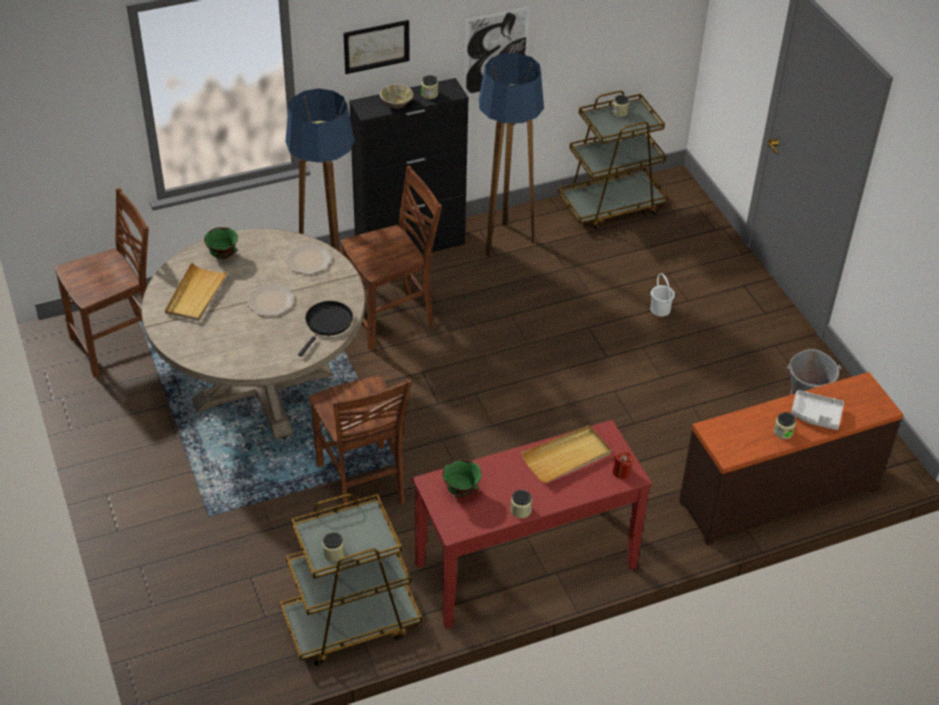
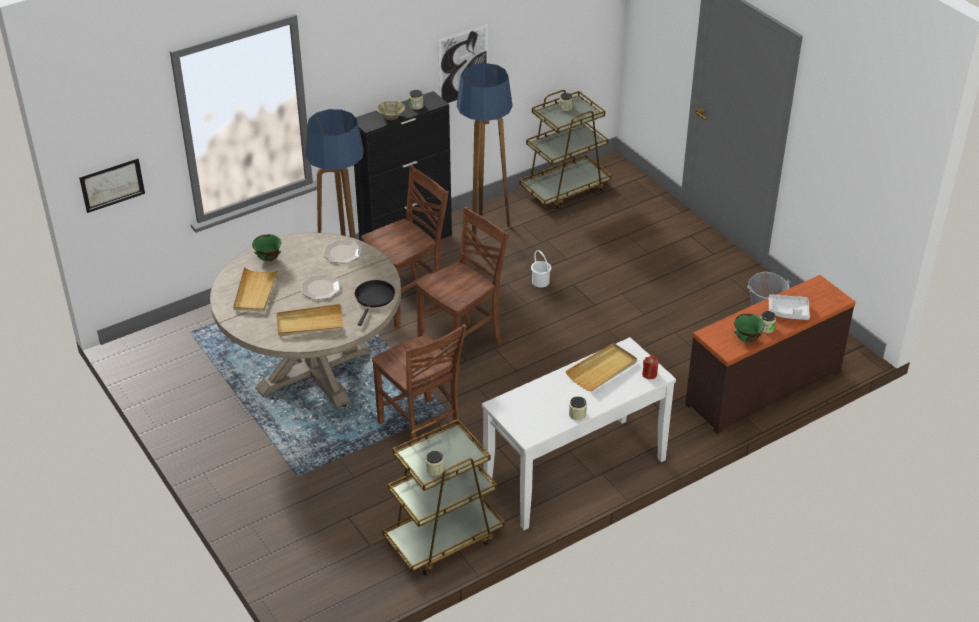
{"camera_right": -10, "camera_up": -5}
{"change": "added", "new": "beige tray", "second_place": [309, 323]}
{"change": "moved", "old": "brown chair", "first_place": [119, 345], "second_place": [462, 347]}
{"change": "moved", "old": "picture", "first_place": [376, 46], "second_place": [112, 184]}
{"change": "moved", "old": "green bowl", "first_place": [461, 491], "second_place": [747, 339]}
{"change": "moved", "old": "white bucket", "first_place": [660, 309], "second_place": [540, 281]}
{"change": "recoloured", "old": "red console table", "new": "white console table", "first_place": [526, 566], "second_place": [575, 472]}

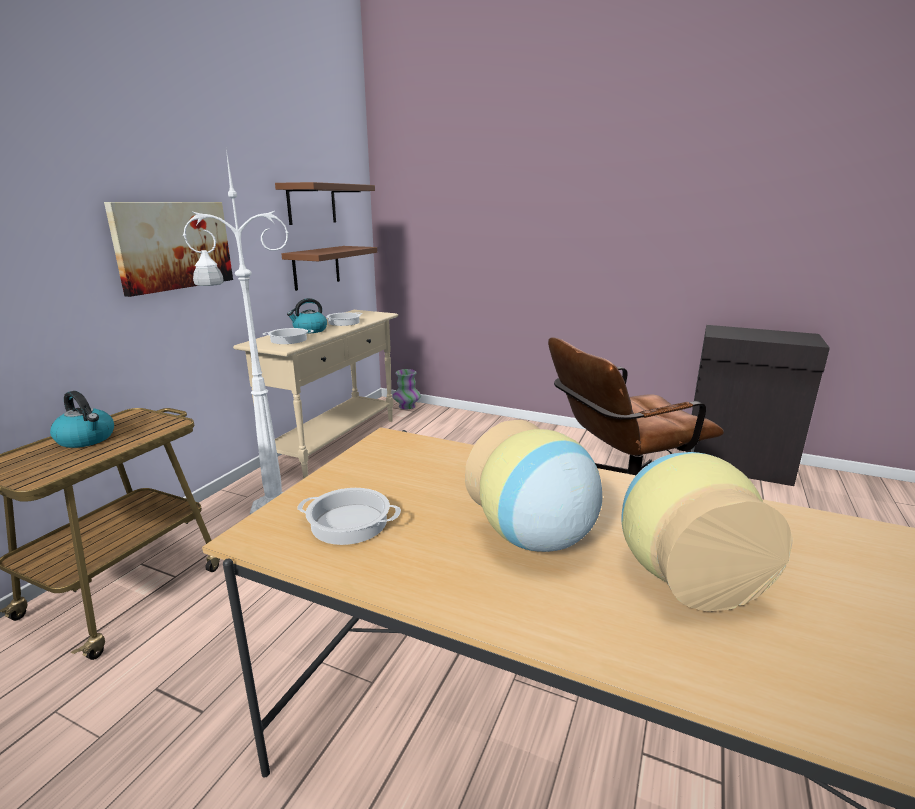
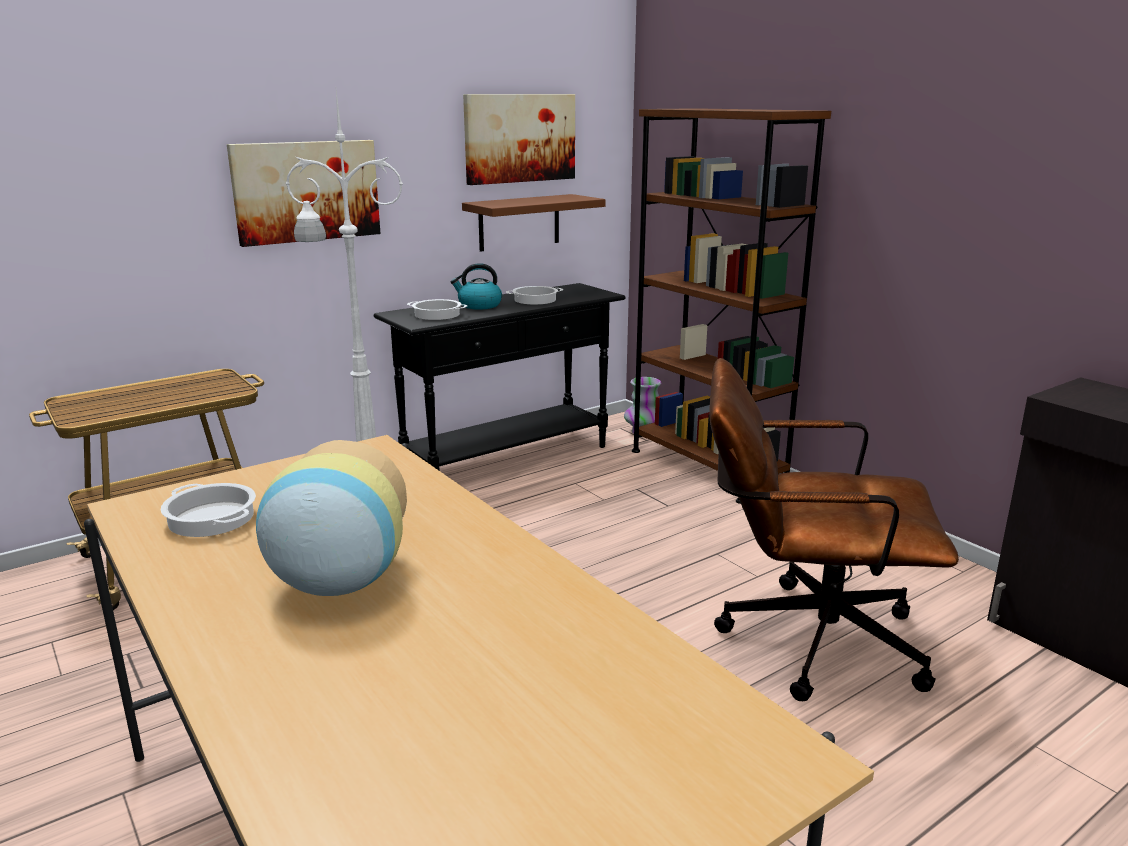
{"camera_right": 30, "camera_up": 0}
{"change": "removed", "old": "kettle", "first_place": [87, 439]}
{"change": "removed", "old": "vase", "first_place": [682, 574]}
{"change": "added", "new": "brown bookcase", "second_place": [707, 467]}
{"change": "replaced", "old": "brown shelf", "new": "picture", "first_place": [311, 204], "second_place": [519, 138]}
{"change": "recoloured", "old": "beige console table", "new": "black console table", "first_place": [335, 442], "second_place": [508, 459]}

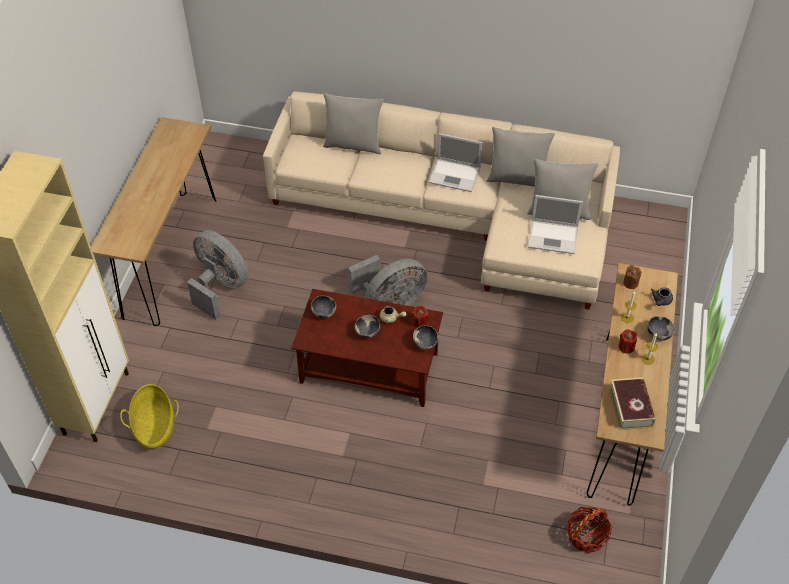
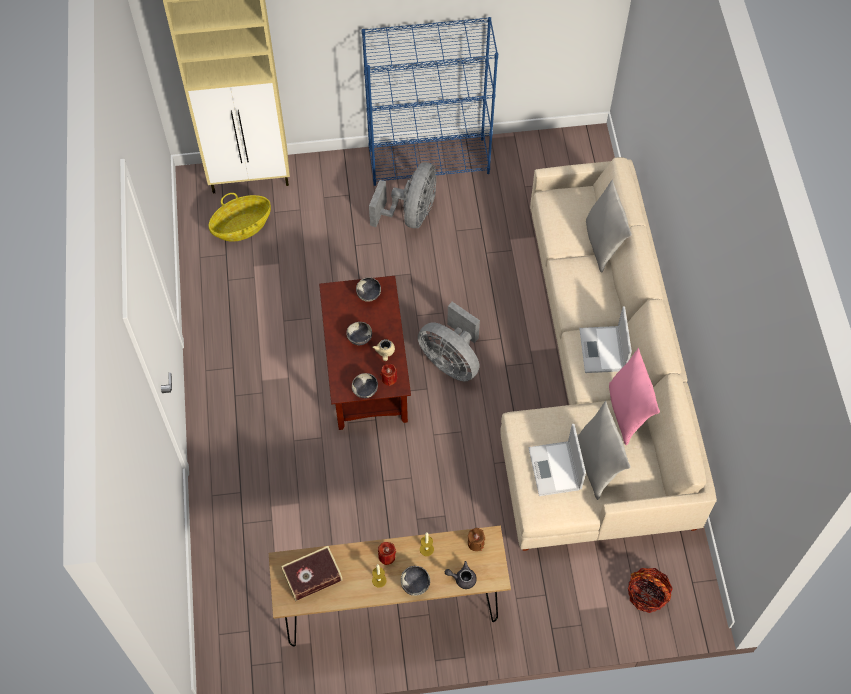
{"camera_right": 70, "camera_up": 10}
{"change": "moved", "old": "basket", "first_place": [586, 535], "second_place": [647, 594]}
{"change": "replaced", "old": "brown console table", "new": "blue bookcase", "first_place": [170, 257], "second_place": [429, 161]}
{"change": "recoloured", "old": "grey pillow", "new": "pink pillow", "first_place": [517, 179], "second_place": [627, 412]}

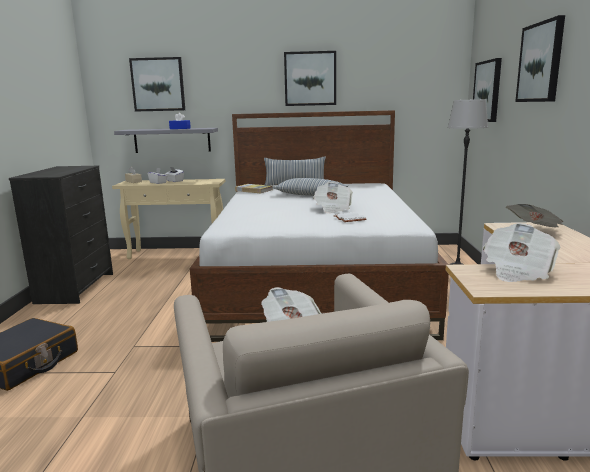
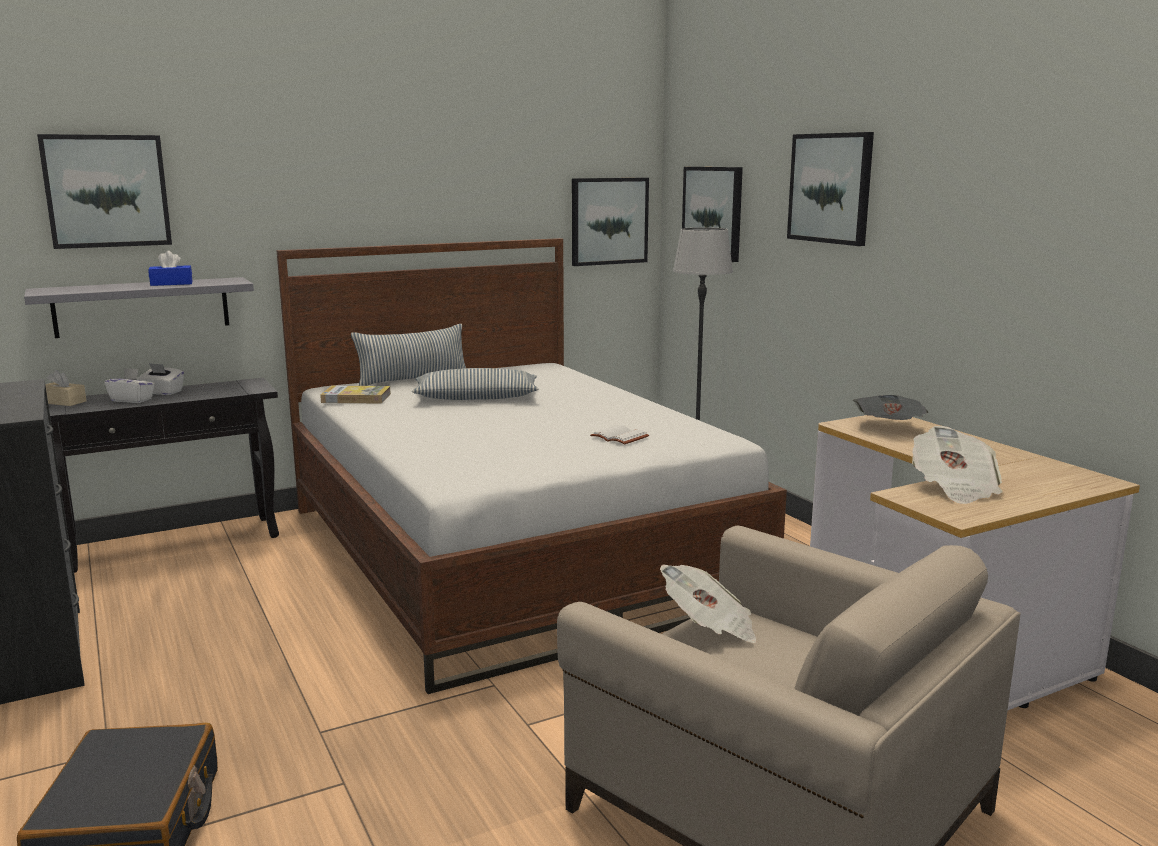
{"camera_right": -30, "camera_up": 0}
{"change": "removed", "old": "newspaper", "first_place": [333, 209]}
{"change": "moved", "old": "picture", "first_place": [310, 79], "second_place": [609, 221]}
{"change": "recoloured", "old": "beige console table", "new": "black console table", "first_place": [178, 254], "second_place": [176, 543]}

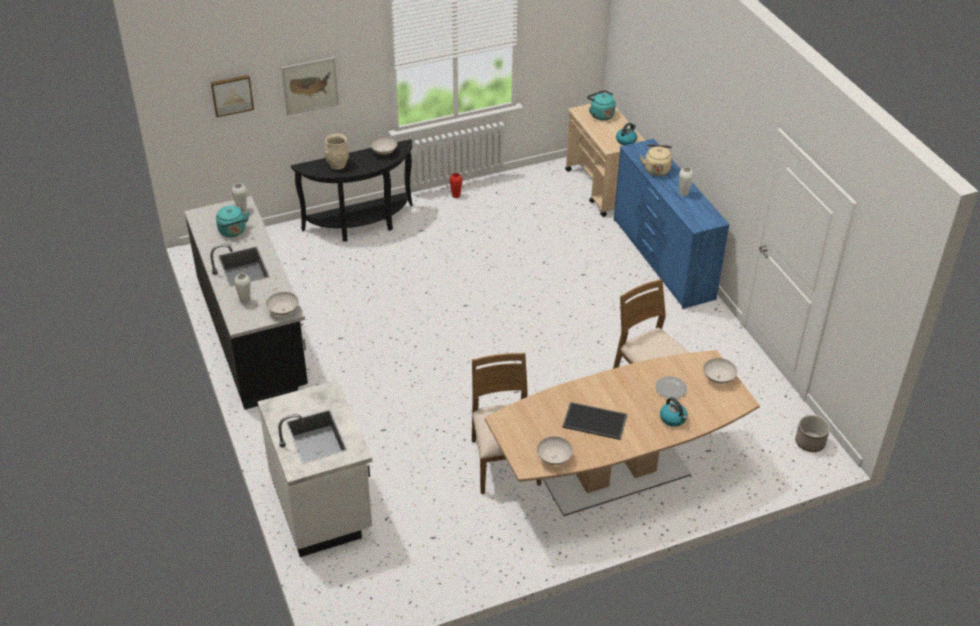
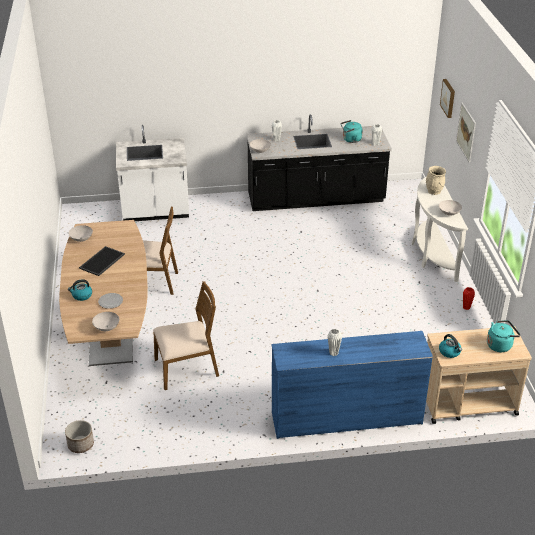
{"camera_right": 105, "camera_up": -5}
{"change": "removed", "old": "beige kettle", "first_place": [656, 169]}
{"change": "recoloured", "old": "black console table", "new": "white console table", "first_place": [361, 225], "second_place": [431, 254]}

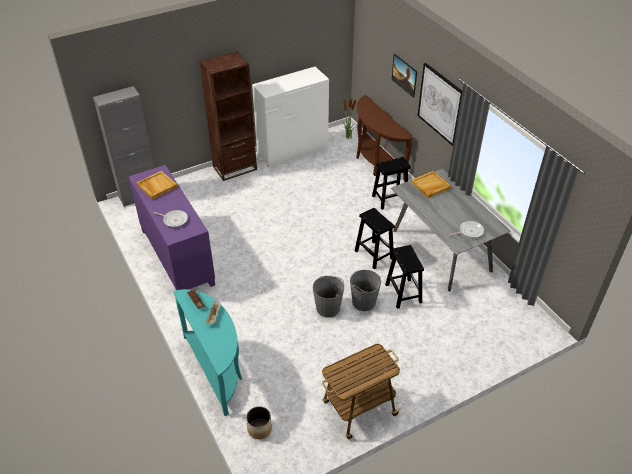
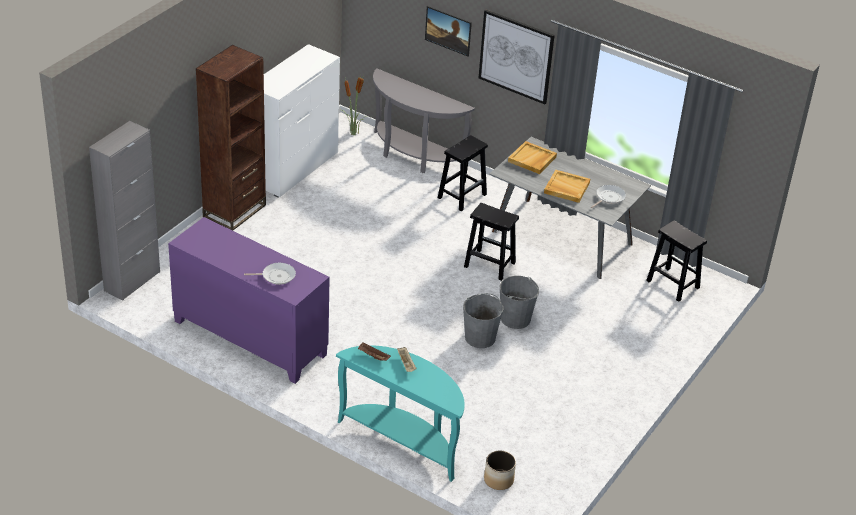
{"camera_right": -30, "camera_up": -5}
{"change": "removed", "old": "cart", "first_place": [358, 409]}
{"change": "moved", "old": "beige tray", "first_place": [156, 186], "second_place": [566, 188]}
{"change": "moved", "old": "black stool", "first_place": [403, 293], "second_place": [672, 284]}
{"change": "recoloured", "old": "brown console table", "new": "grey console table", "first_place": [375, 162], "second_place": [412, 156]}

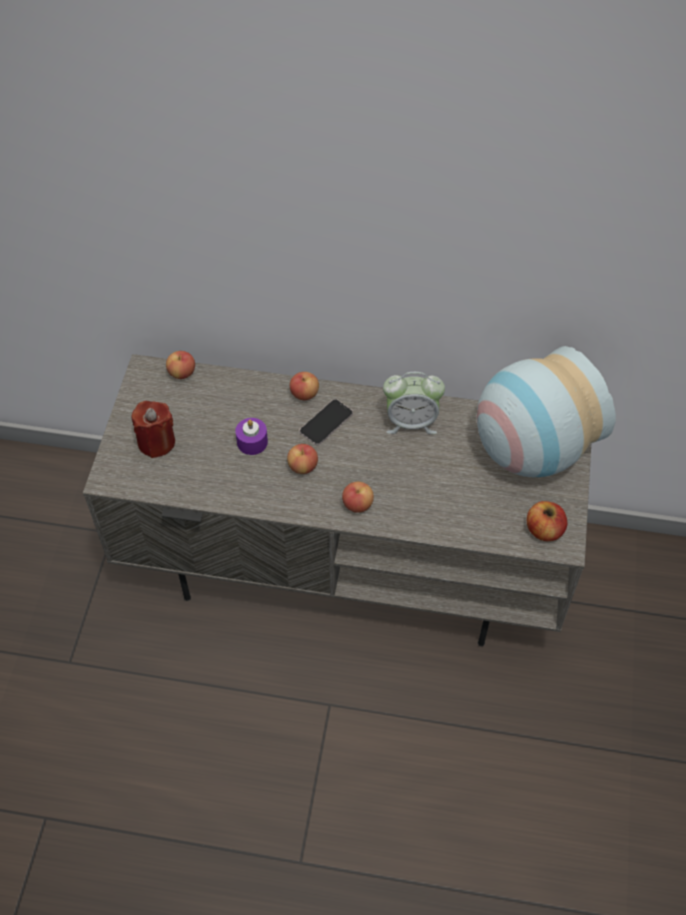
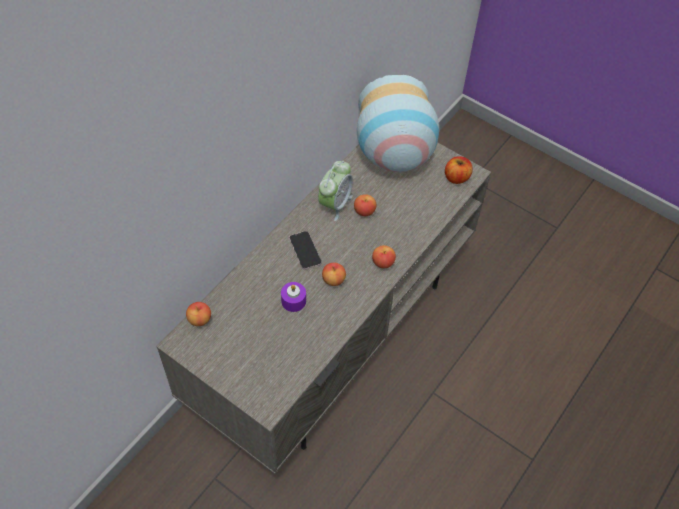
{"camera_right": -65, "camera_up": 0}
{"change": "removed", "old": "red candle", "first_place": [156, 442]}
{"change": "moved", "old": "apple", "first_place": [304, 394], "second_place": [364, 211]}

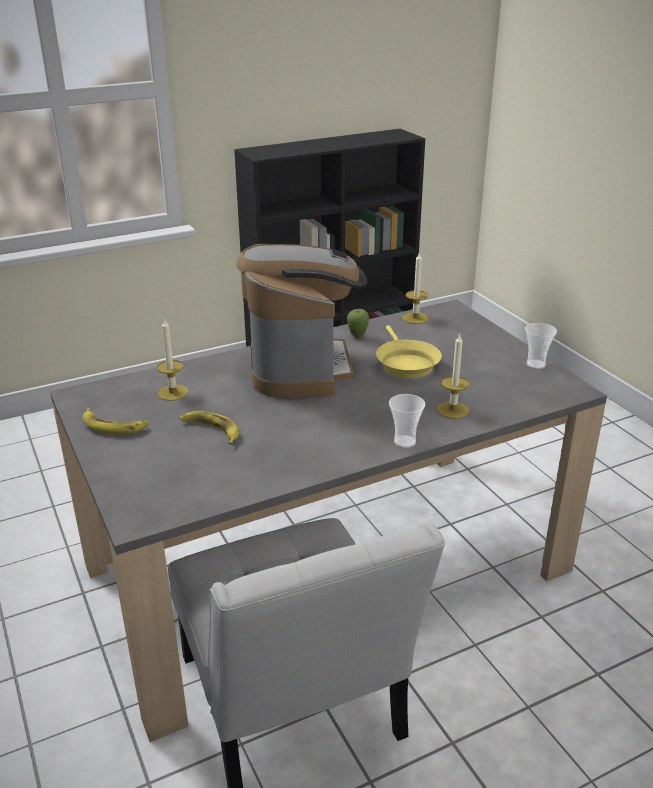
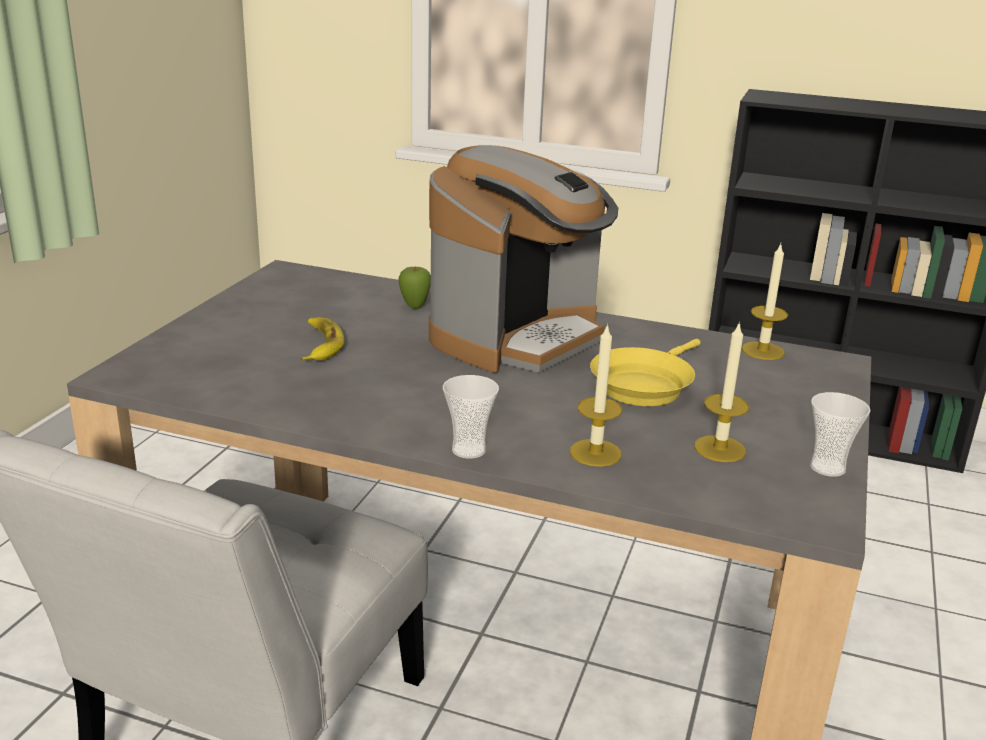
{"camera_right": 45, "camera_up": -5}
{"change": "removed", "old": "banana", "first_place": [114, 426]}
{"change": "moved", "old": "candle", "first_place": [173, 392], "second_place": [719, 449]}
{"change": "moved", "old": "apple", "first_place": [357, 336], "second_place": [414, 306]}

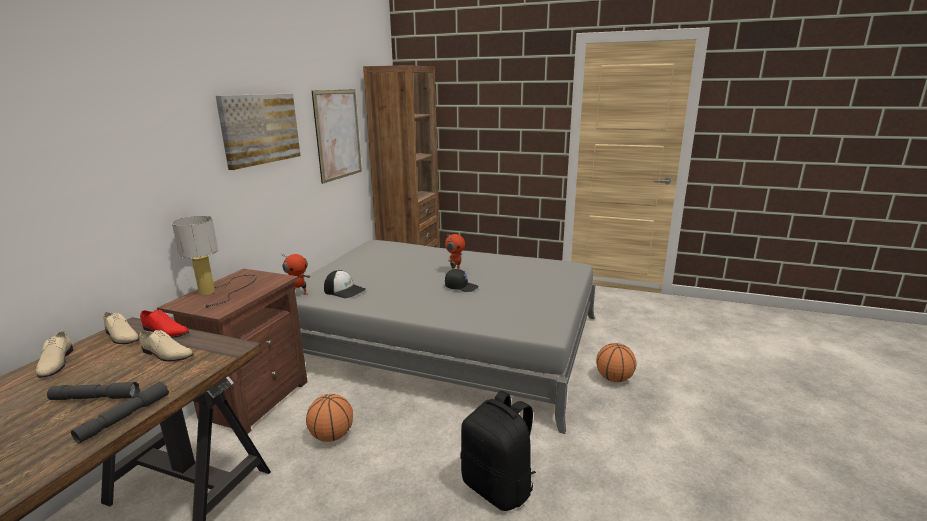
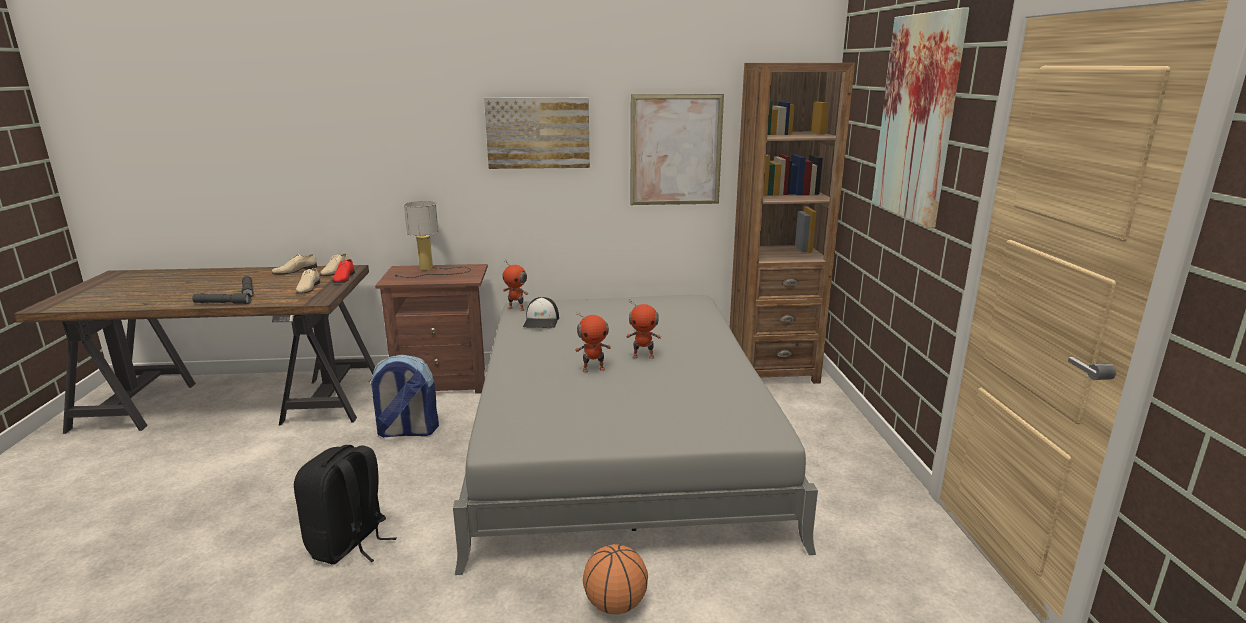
{"camera_right": 65, "camera_up": 0}
{"change": "added", "new": "picture", "second_place": [917, 118]}
{"change": "replaced", "old": "basketball", "new": "backpack", "first_place": [332, 436], "second_place": [406, 431]}
{"change": "replaced", "old": "black cap", "new": "toy robot", "first_place": [461, 287], "second_place": [593, 369]}

